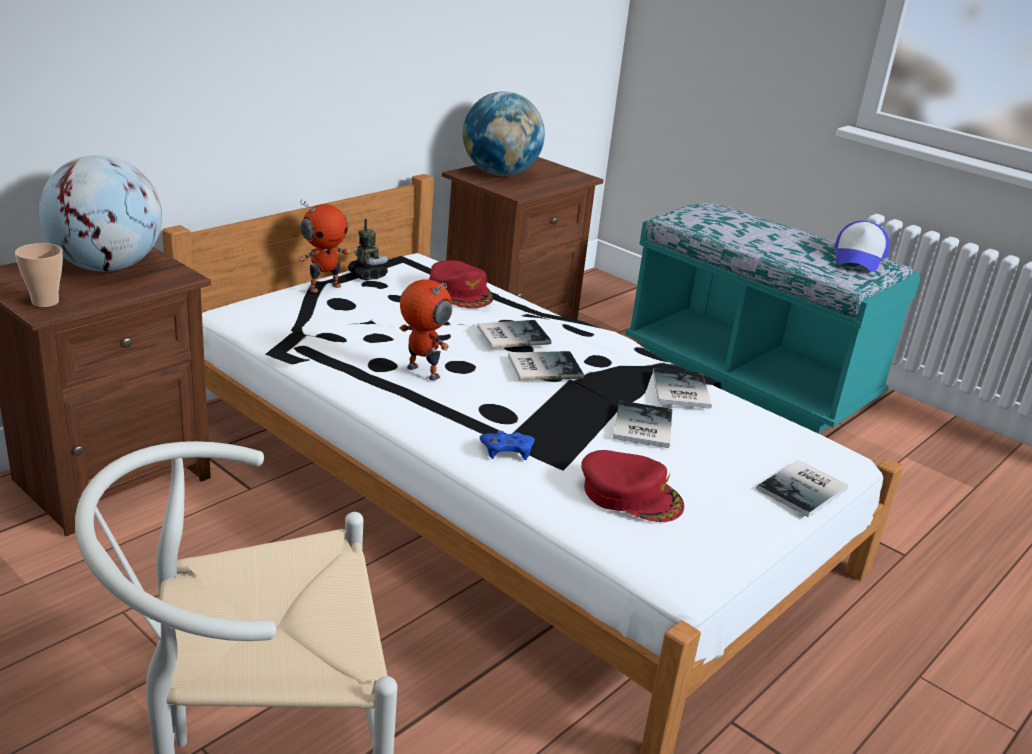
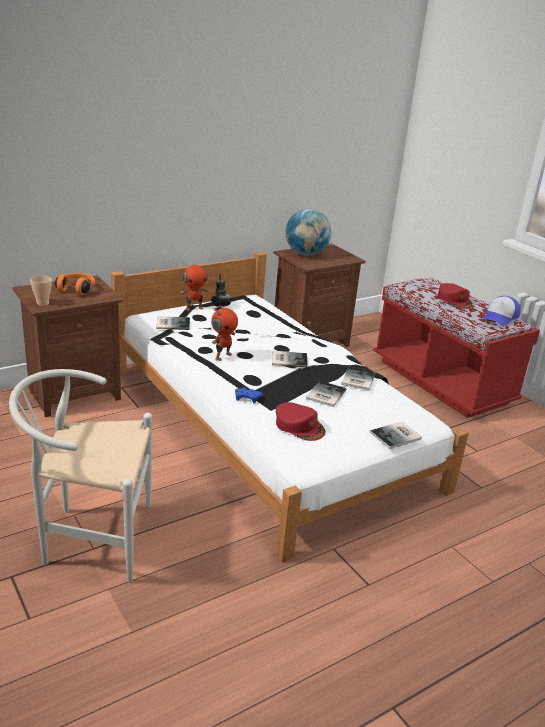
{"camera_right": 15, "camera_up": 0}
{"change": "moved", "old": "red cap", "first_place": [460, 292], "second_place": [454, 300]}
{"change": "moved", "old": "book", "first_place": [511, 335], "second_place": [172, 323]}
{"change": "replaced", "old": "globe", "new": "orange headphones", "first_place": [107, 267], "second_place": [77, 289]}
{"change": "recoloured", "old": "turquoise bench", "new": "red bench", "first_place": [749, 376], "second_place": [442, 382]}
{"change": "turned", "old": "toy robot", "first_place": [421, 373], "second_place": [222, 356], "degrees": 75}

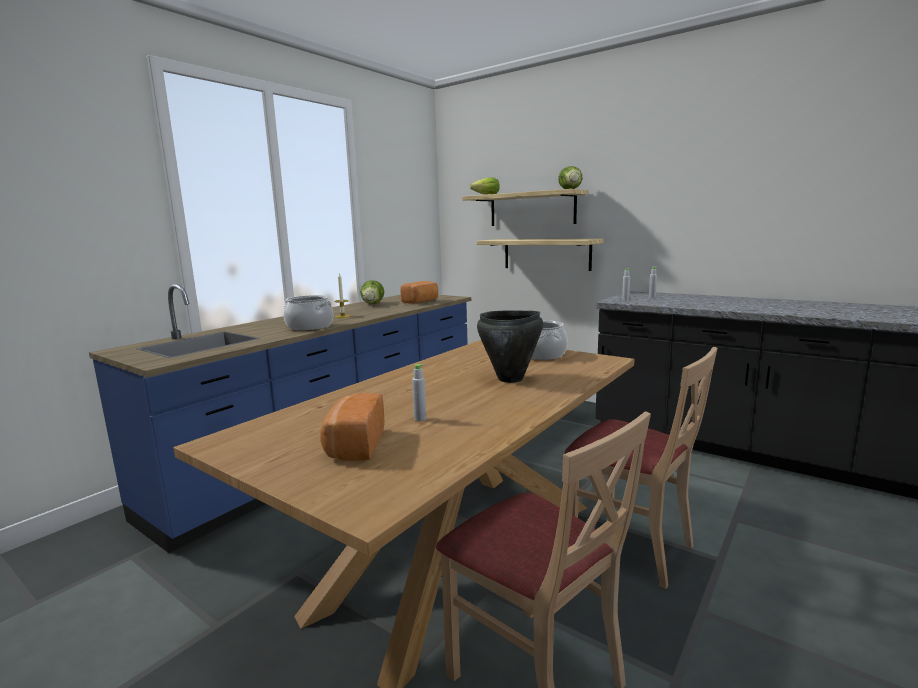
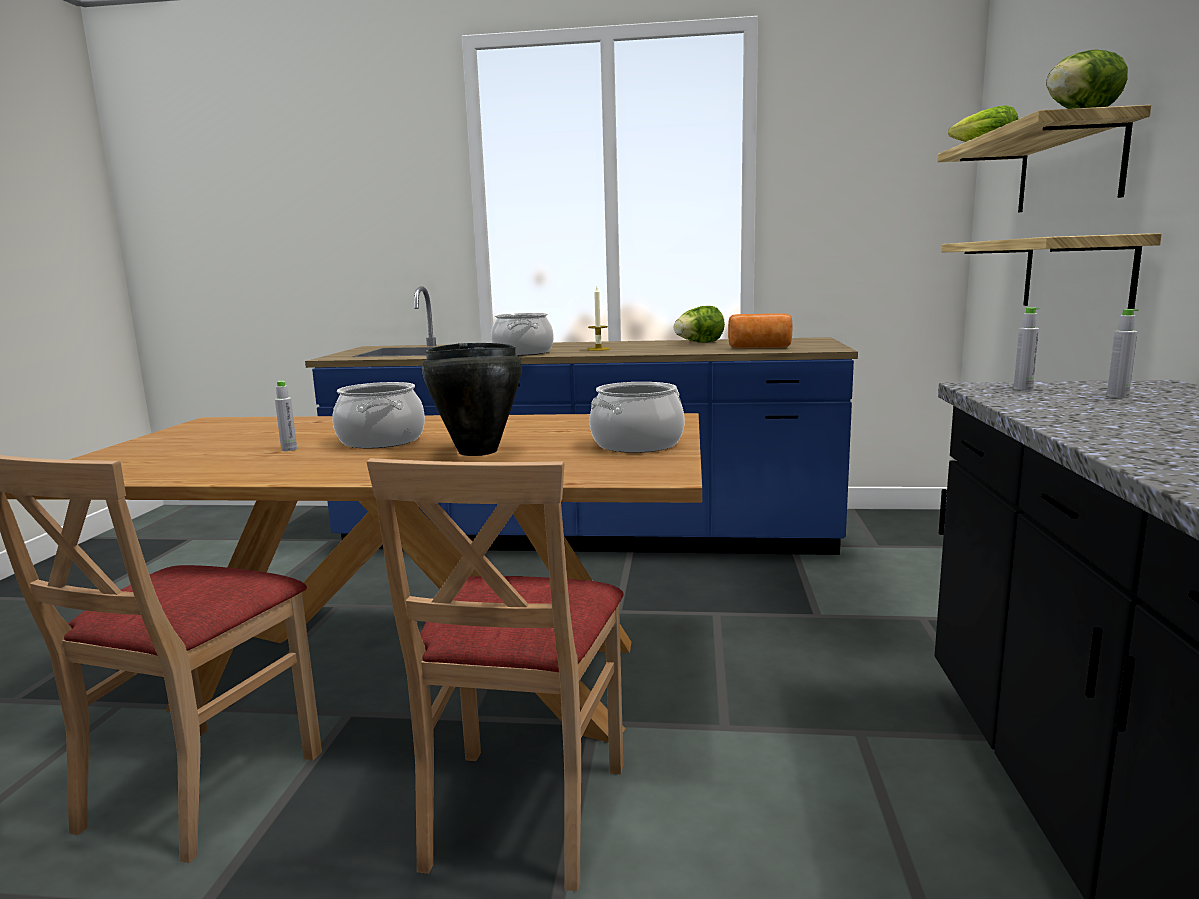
{"camera_right": 60, "camera_up": 0}
{"change": "removed", "old": "bread", "first_place": [354, 445]}
{"change": "added", "new": "cooking pot", "second_place": [380, 441]}

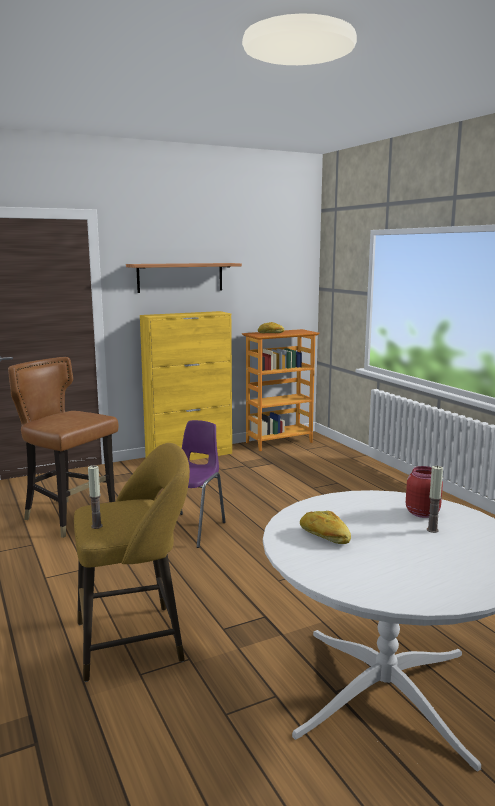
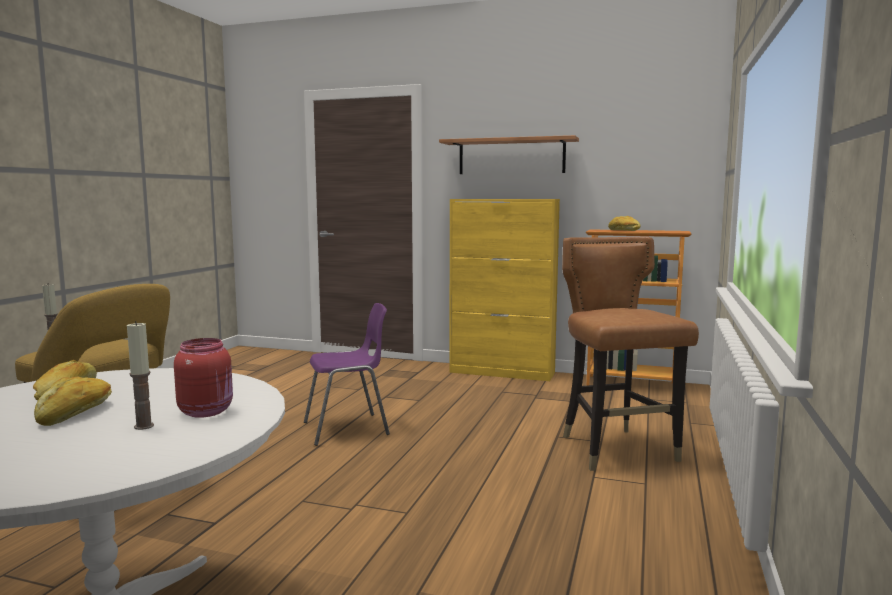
{"camera_right": 45, "camera_up": -5}
{"change": "added", "new": "bread", "second_place": [76, 413]}
{"change": "moved", "old": "brown chair", "first_place": [70, 517], "second_place": [617, 450]}

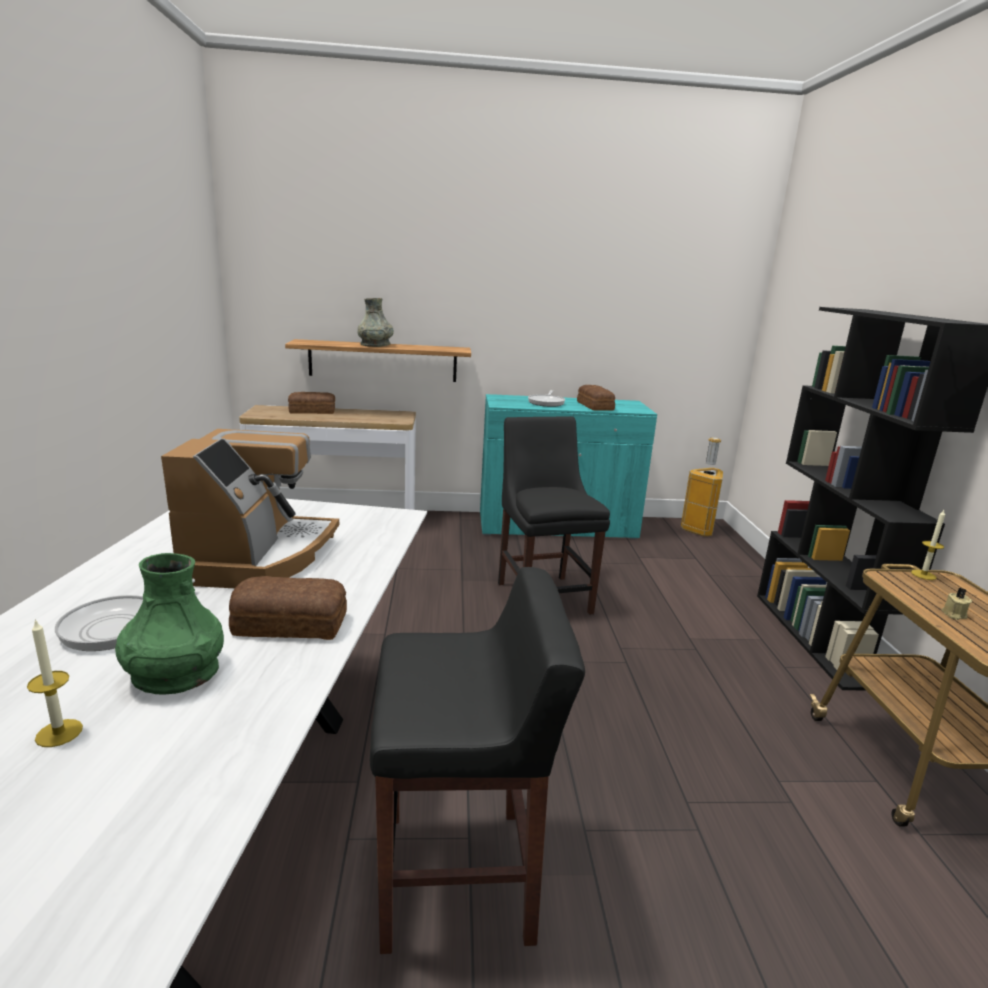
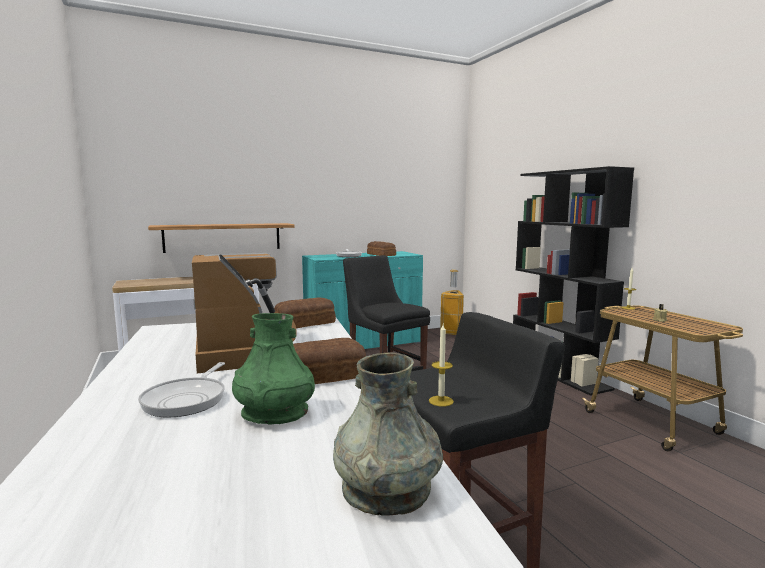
{"camera_right": -20, "camera_up": -10}
{"change": "moved", "old": "candle", "first_place": [59, 733], "second_place": [441, 401]}
{"change": "moved", "old": "bread", "first_place": [313, 411], "second_place": [306, 323]}
{"change": "moved", "old": "grey vase", "first_place": [375, 345], "second_place": [386, 488]}

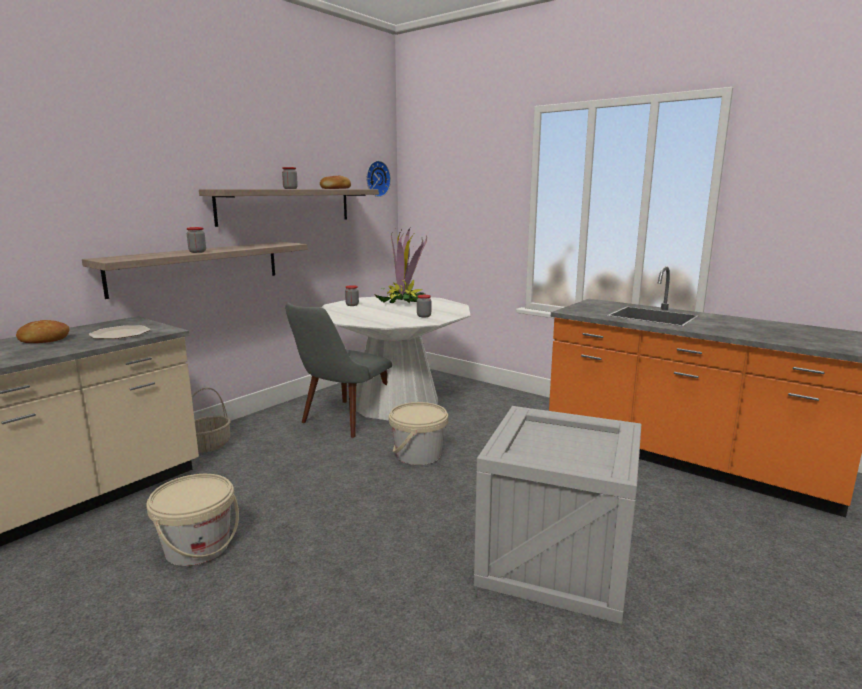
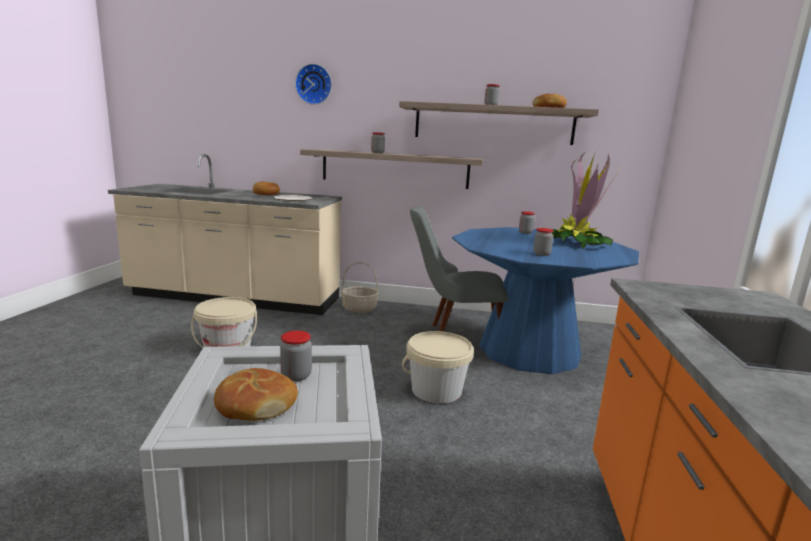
{"camera_right": 60, "camera_up": 0}
{"change": "added", "new": "bread", "second_place": [255, 405]}
{"change": "added", "new": "jar", "second_place": [296, 376]}
{"change": "moved", "old": "wall clock", "first_place": [376, 179], "second_place": [314, 84]}
{"change": "recoloured", "old": "white dining table", "new": "blue dining table", "first_place": [395, 403], "second_place": [529, 350]}

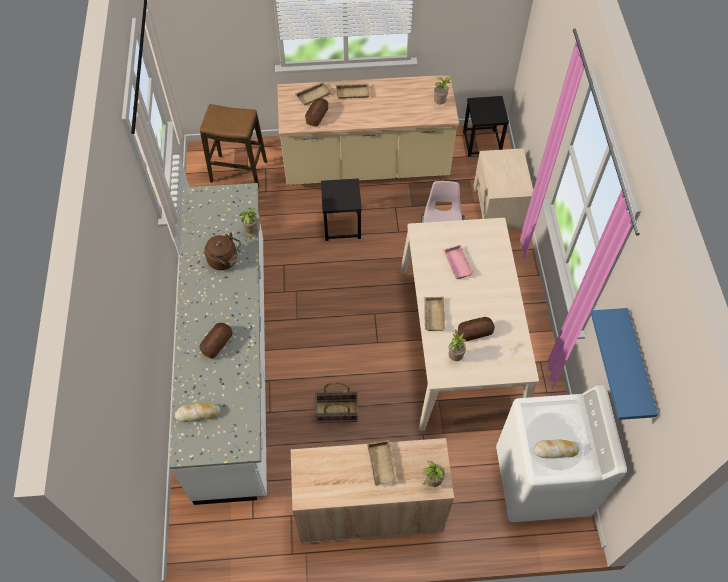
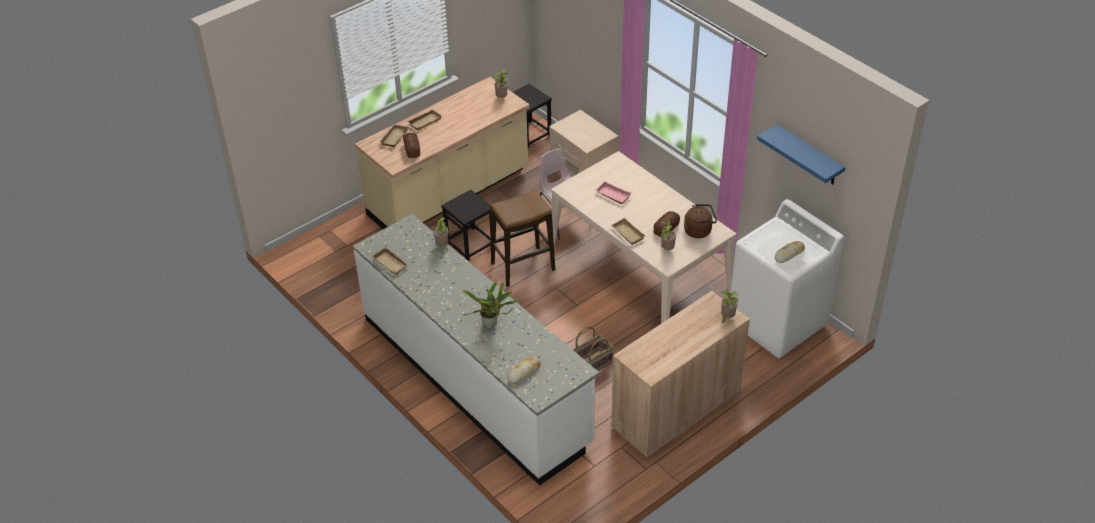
{"camera_right": -35, "camera_up": -15}
{"change": "moved", "old": "stool", "first_place": [238, 172], "second_place": [523, 267]}
{"change": "moved", "old": "brown kettle", "first_place": [225, 260], "second_place": [699, 230]}
{"change": "moved", "old": "beige tray", "first_place": [383, 465], "second_place": [391, 263]}
{"change": "replaced", "old": "bread", "new": "potted plant", "first_place": [217, 343], "second_place": [492, 325]}

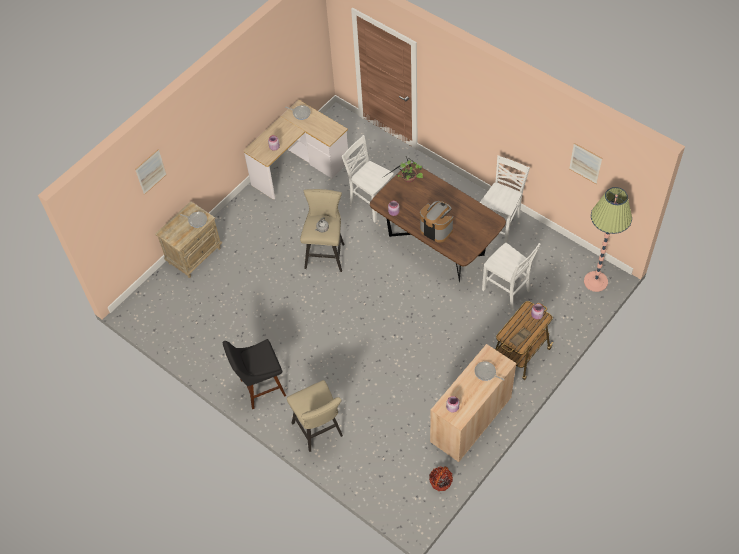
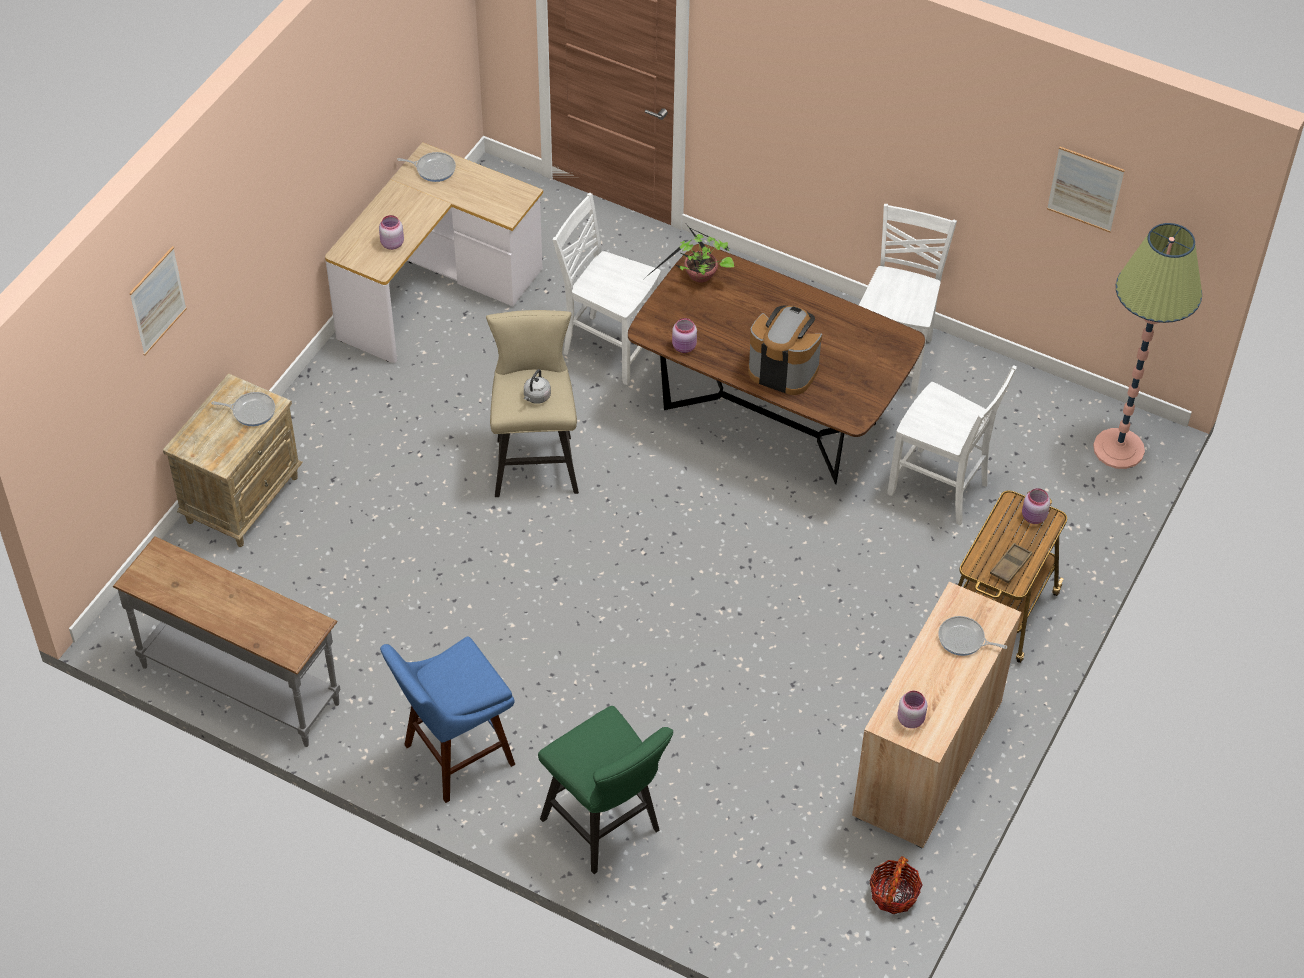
{"camera_right": -15, "camera_up": -5}
{"change": "added", "new": "grey console table", "second_place": [241, 683]}
{"change": "recoloured", "old": "black stool", "new": "blue stool", "first_place": [260, 388], "second_place": [454, 757]}
{"change": "recoloured", "old": "beige stool", "new": "green stool", "first_place": [319, 432], "second_place": [606, 829]}

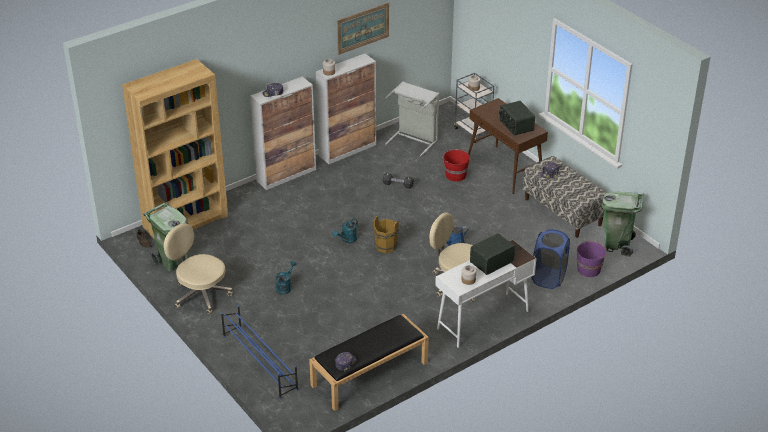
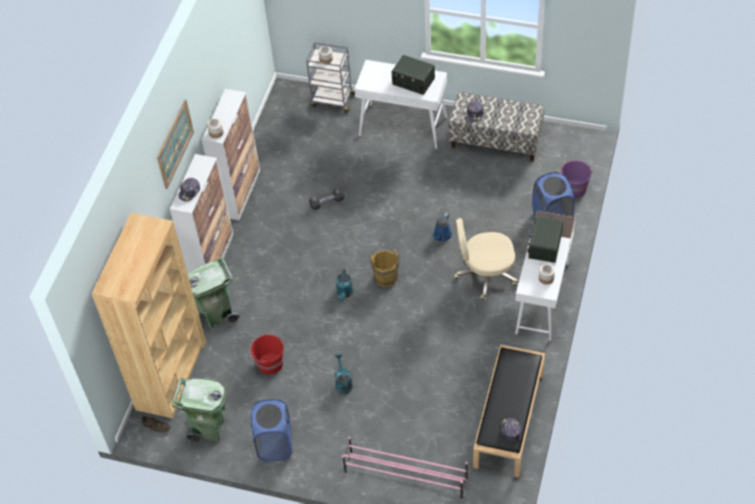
{"camera_right": -35, "camera_up": 15}
{"change": "removed", "old": "grey laundry basket", "first_place": [414, 140]}
{"change": "moved", "old": "picture", "first_place": [362, 28], "second_place": [174, 144]}
{"change": "moved", "old": "red bucket", "first_place": [455, 175], "second_place": [269, 363]}
{"change": "moved", "old": "green trash can", "first_place": [617, 245], "second_place": [217, 314]}
{"change": "replaced", "old": "beige office chair", "new": "blue laundry basket", "first_place": [200, 294], "second_place": [275, 445]}
{"change": "recoloured", "old": "blue shoe rack", "new": "pink shoe rack", "first_place": [259, 362], "second_place": [405, 476]}
{"change": "recoloured", "old": "brown console table", "new": "white console table", "first_place": [505, 170], "second_place": [403, 126]}

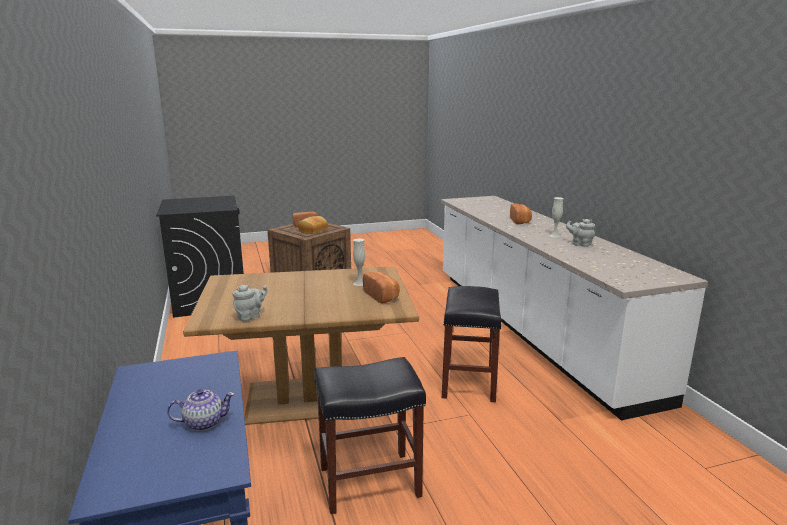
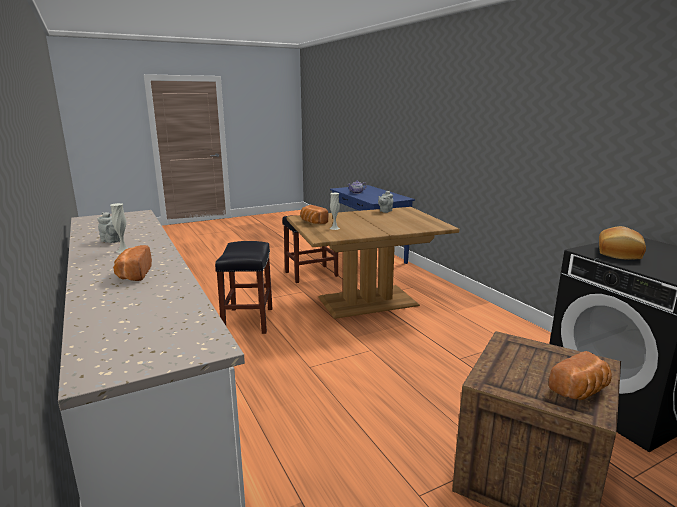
{"camera_right": 170, "camera_up": 0}
{"change": "moved", "old": "bread", "first_place": [312, 231], "second_place": [620, 253]}

